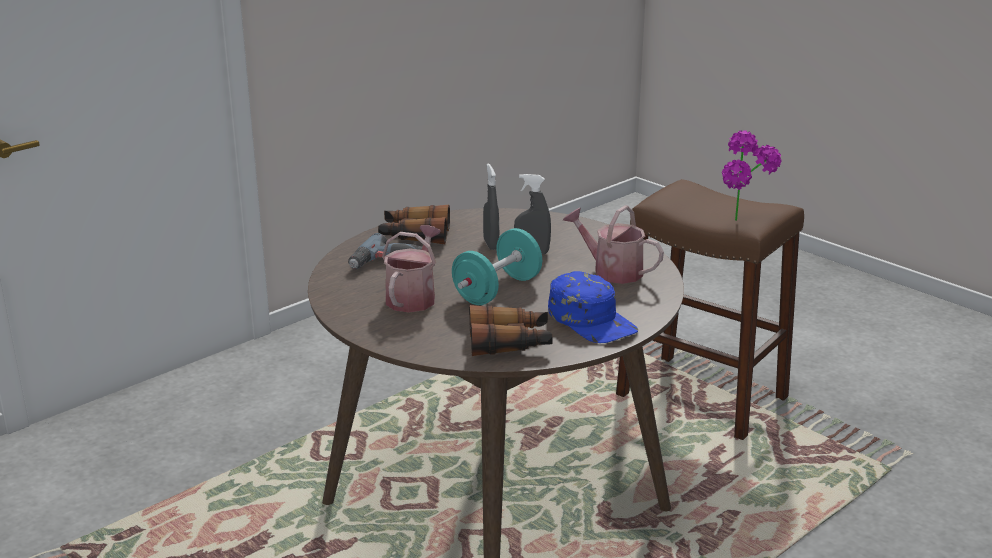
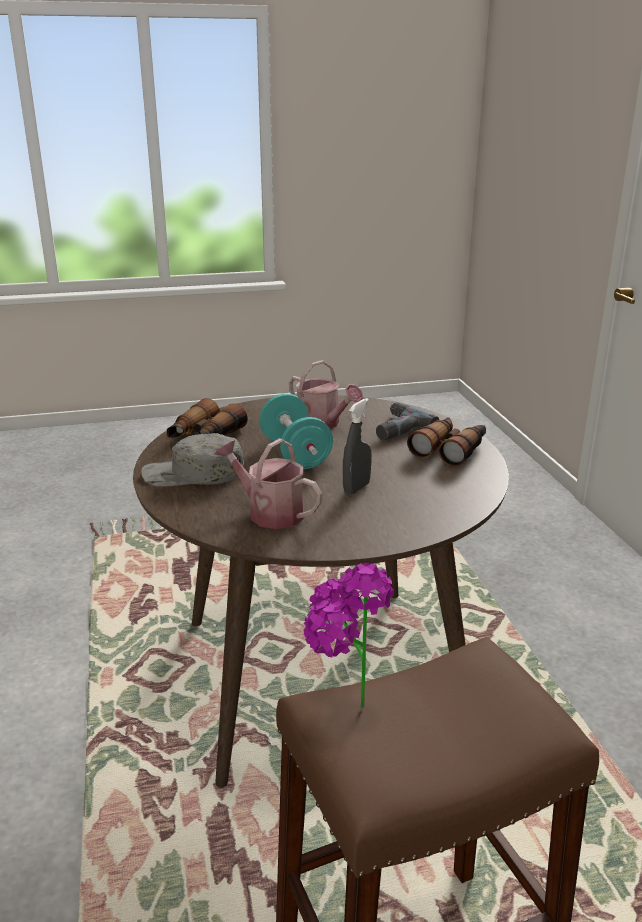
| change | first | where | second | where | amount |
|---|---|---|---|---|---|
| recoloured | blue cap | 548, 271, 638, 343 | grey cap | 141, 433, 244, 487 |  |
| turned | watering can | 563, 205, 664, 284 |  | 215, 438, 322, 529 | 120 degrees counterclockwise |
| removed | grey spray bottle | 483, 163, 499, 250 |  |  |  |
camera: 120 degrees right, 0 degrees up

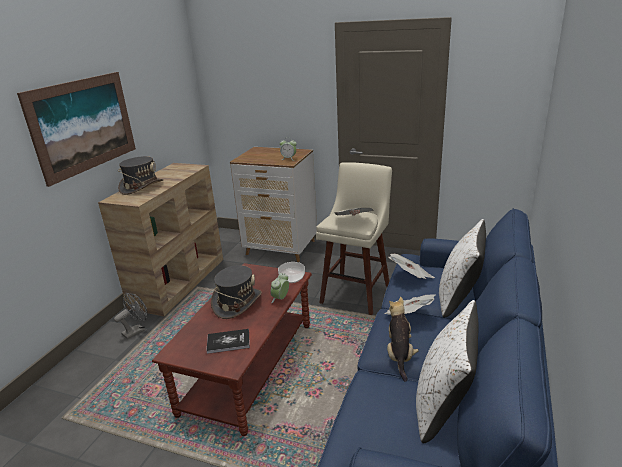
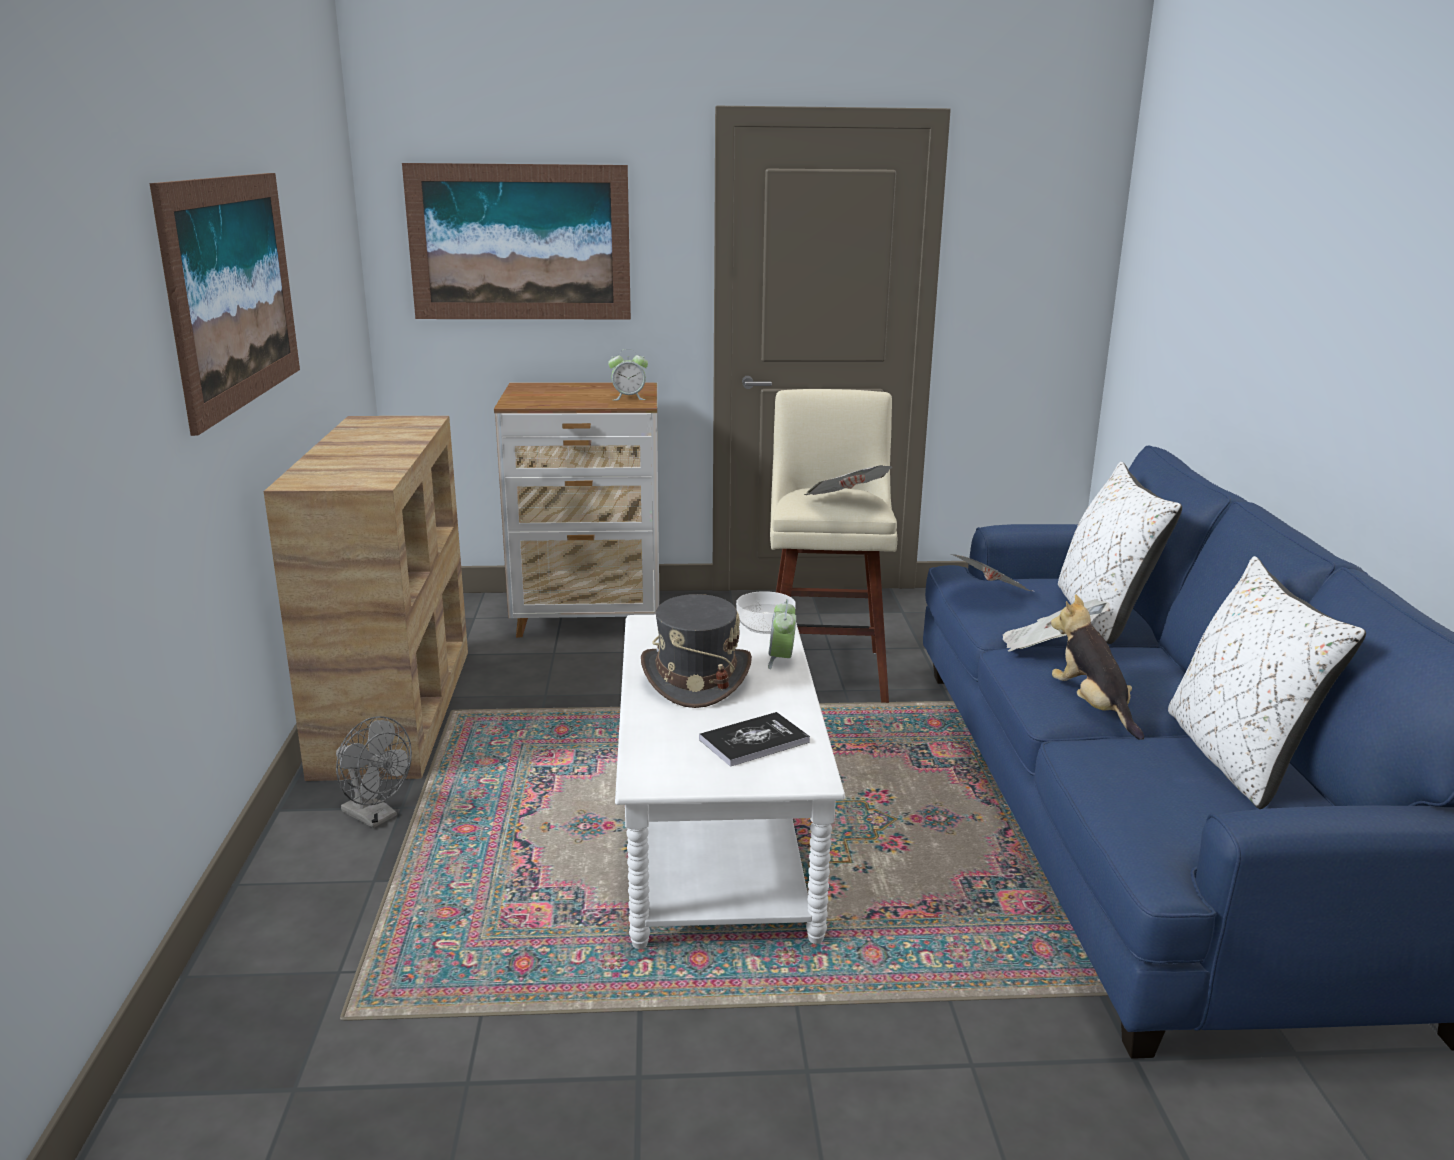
| change | first | where | second | where | amount |
|---|---|---|---|---|---|
| turned | grey fan | 114, 293, 147, 339 |  | 336, 716, 412, 828 | 105 degrees clockwise |
| added |  |  | picture | 402, 163, 631, 319 |  |
| recoloured | brown coffee table | 152, 263, 312, 436 | white coffee table | 615, 615, 845, 949 |  |
| removed | grey hat | 118, 156, 163, 195 |  |  |  |
camera: 25 degrees left, 5 degrees down

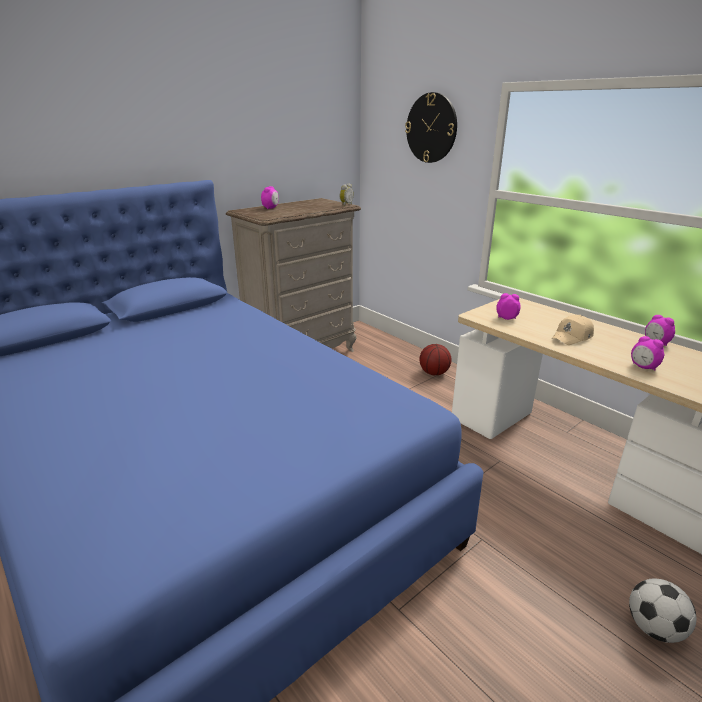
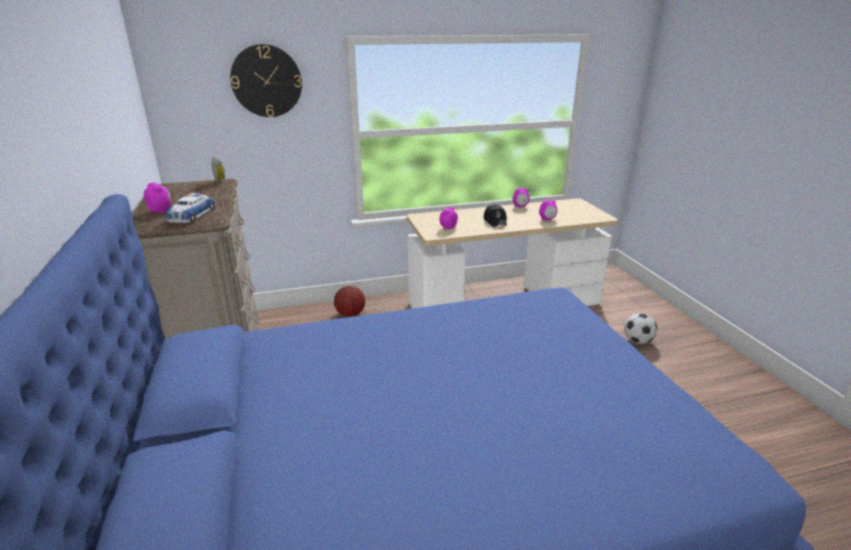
| change | first | where | second | where | amount |
|---|---|---|---|---|---|
| added |  |  | toy car | 165, 193, 216, 223 |  |
| recoloured | beige cap | 552, 315, 594, 345 | black cap | 484, 204, 507, 227 |  |
camera: 65 degrees left, 0 degrees up

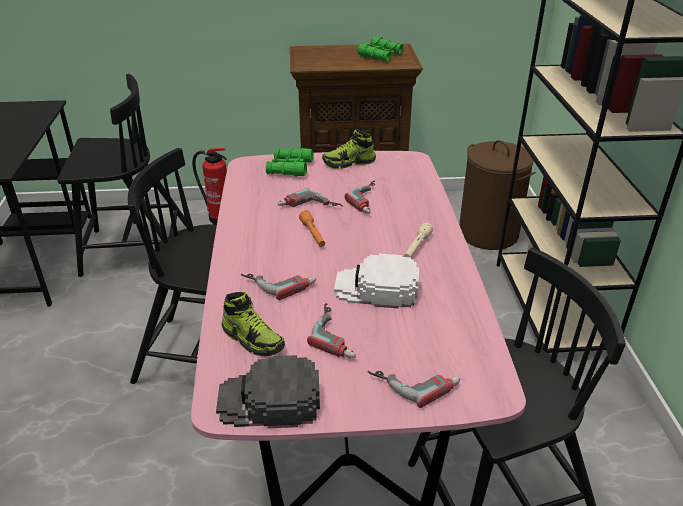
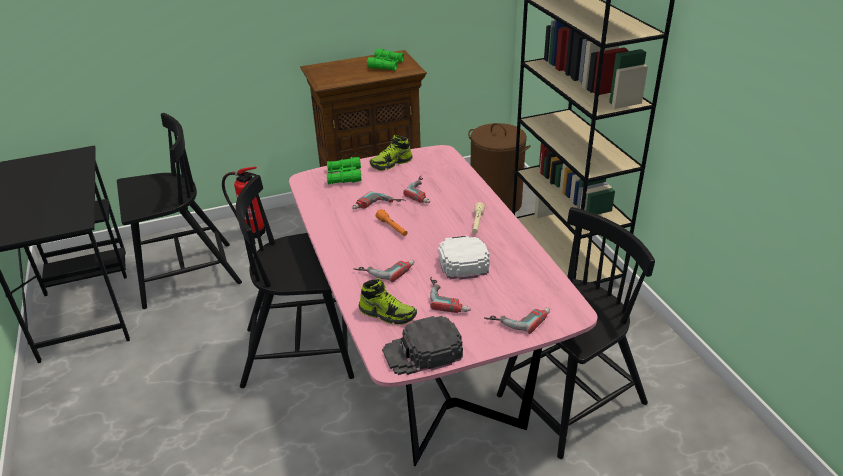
| change | first | where | second | where | amount |
|---|---|---|---|---|---|
| turned | white cap | 334, 254, 419, 308 |  | 438, 236, 490, 279 | 90 degrees clockwise |
camera: 15 degrees left, 0 degrees up

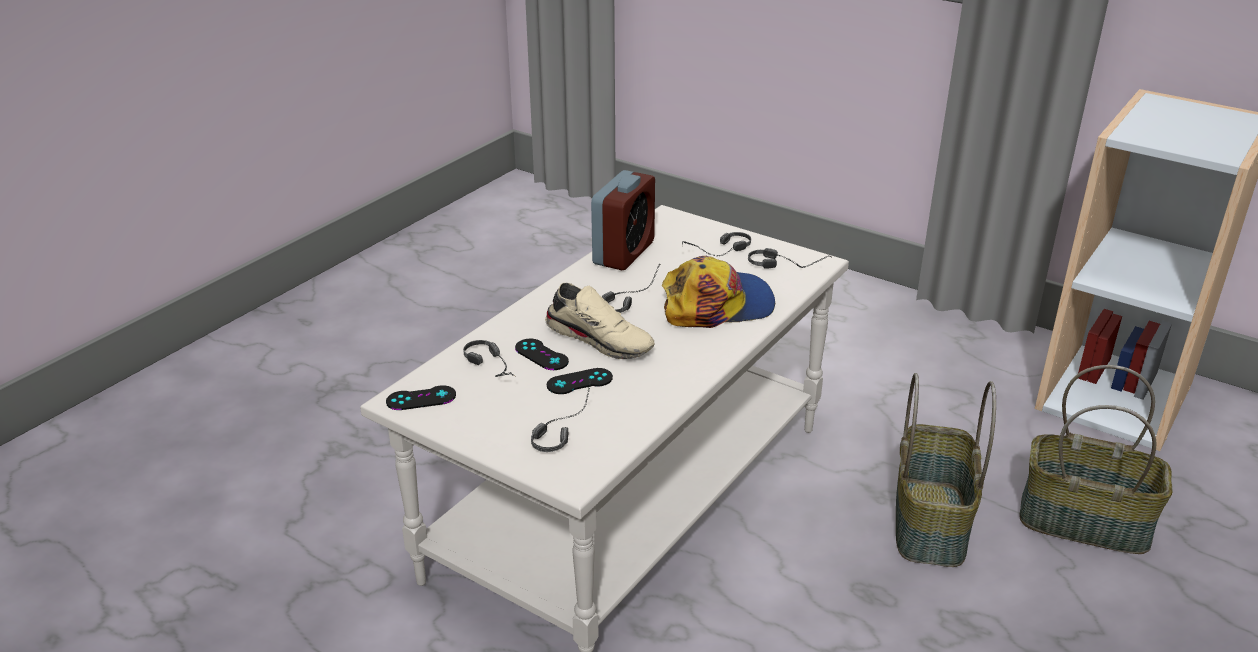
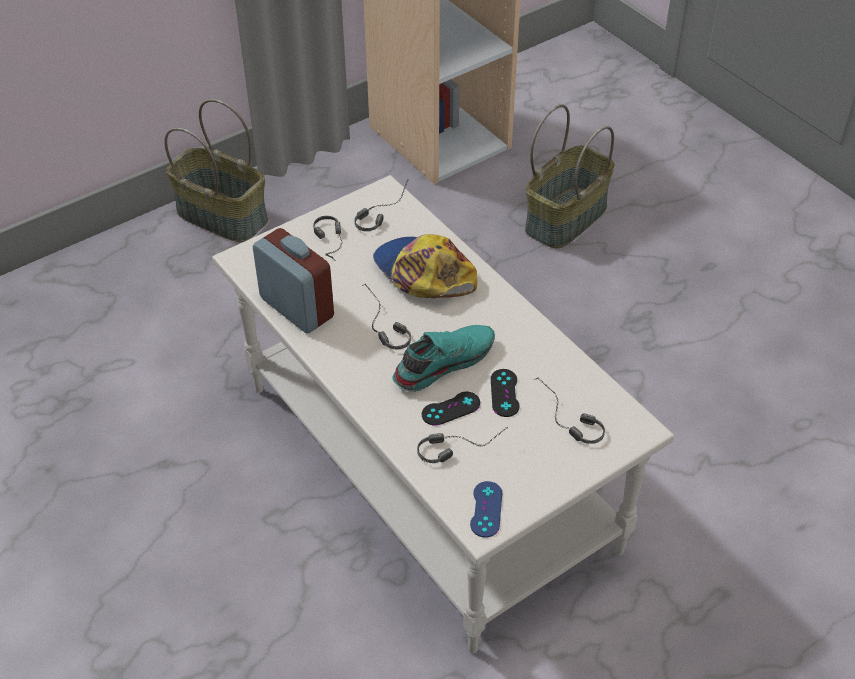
| change | first | where | second | where | amount |
|---|---|---|---|---|---|
| moved | basket | 896, 373, 996, 567 |  | 164, 99, 268, 243 |  |
| turned | cap | 662, 256, 775, 328 |  | 373, 234, 477, 298 | 45 degrees counterclockwise |
| recoloured | beige shoe | 545, 283, 655, 359 | turquoise shoe | 393, 325, 495, 392 |  |
| recoloured | black game controller | 386, 385, 456, 410 | blue game controller | 470, 481, 502, 538 |  |
camera: 70 degrees left, 15 degrees up

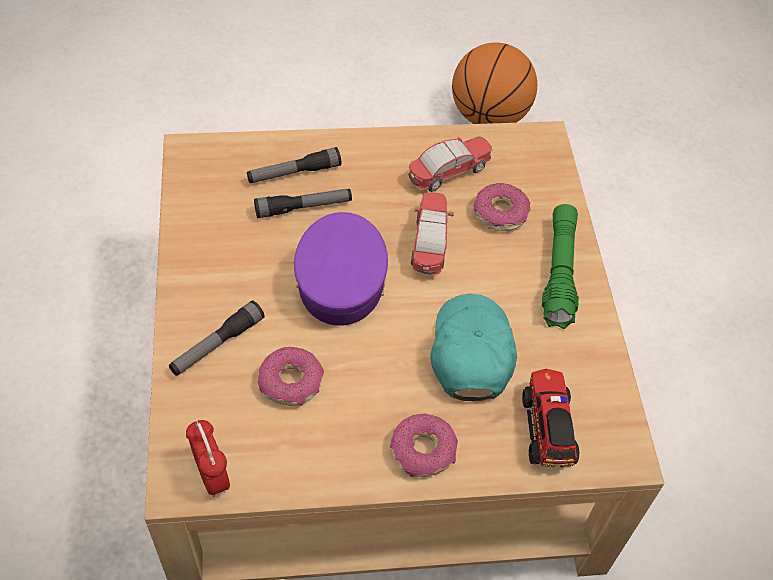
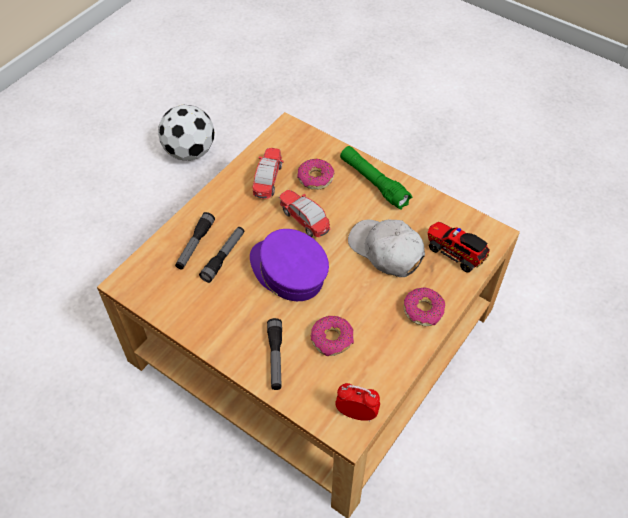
| change | first | where | second | where | amount |
|---|---|---|---|---|---|
| replaced | basketball | 452, 43, 537, 124 | football | 158, 104, 215, 161 |  |
| recoloured | turquoise cap | 430, 294, 517, 401 | white cap | 348, 219, 425, 277 |  |
camera: 45 degrees left, 0 degrees up

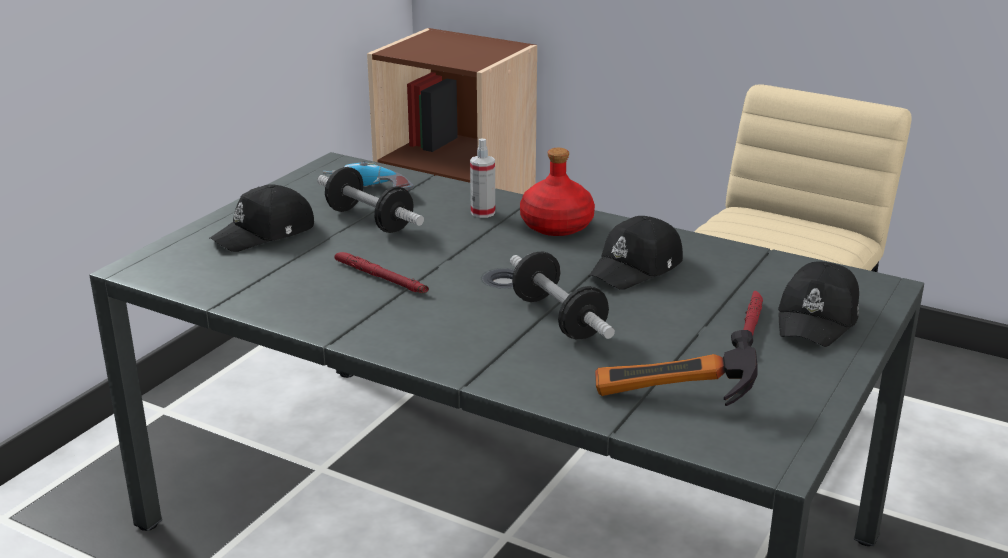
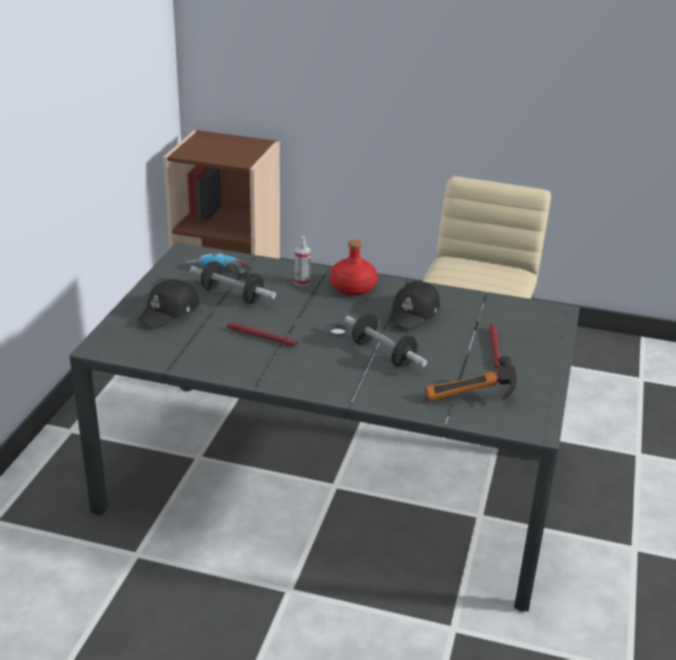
| change | first | where | second | where | amount |
|---|---|---|---|---|---|
| removed | black cap | 778, 262, 859, 347 |  |  |  |
camera: 15 degrees left, 5 degrees up

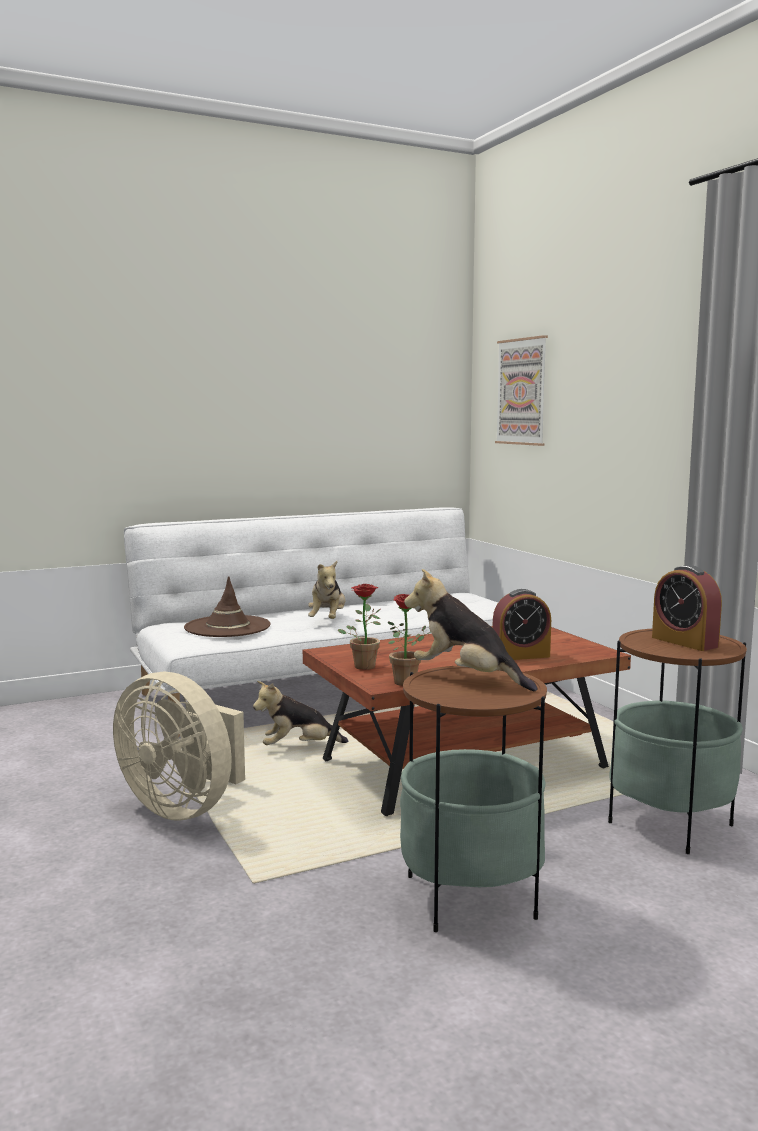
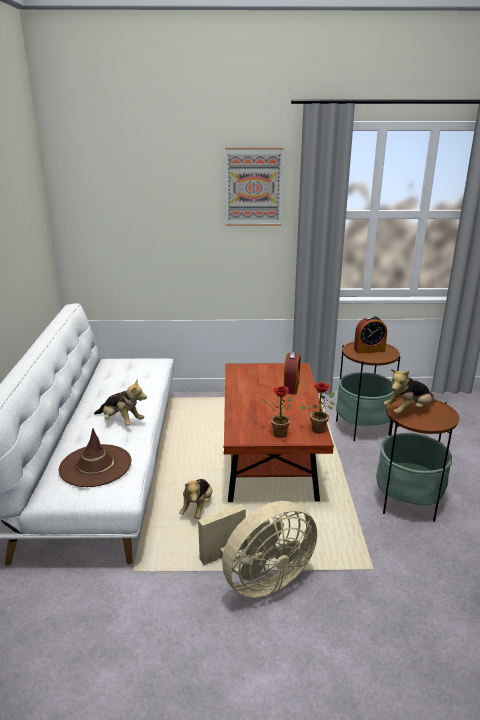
| change | first | where | second | where | amount |
|---|---|---|---|---|---|
| moved | picture | 495, 335, 548, 446 |  | 225, 147, 284, 226 |  |
camera: 65 degrees left, 15 degrees up

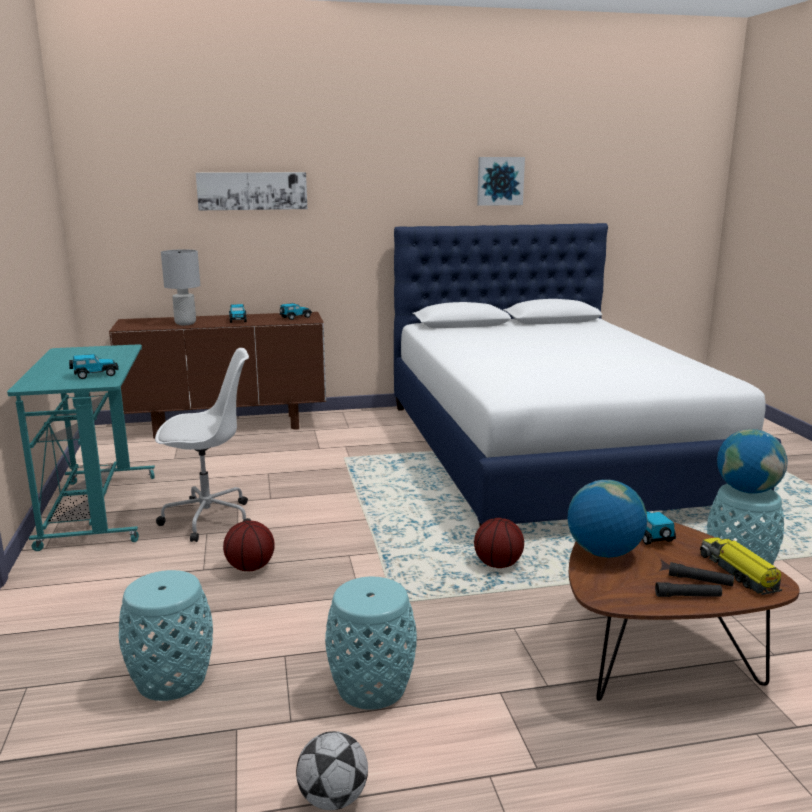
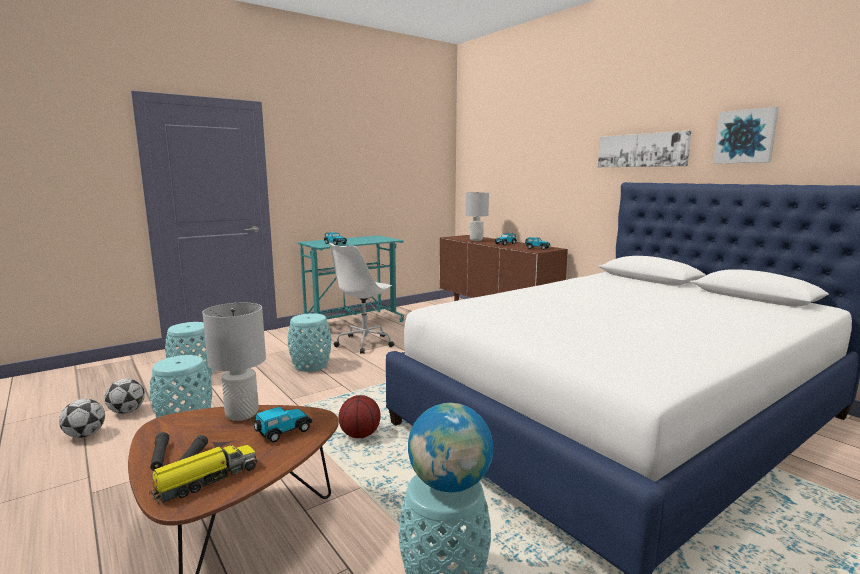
| change | first | where | second | where | amount |
|---|---|---|---|---|---|
| added |  |  | football | 104, 379, 145, 414 |  |
| replaced | globe | 568, 480, 647, 558 | grey table lamp | 202, 303, 266, 421 |  |
| replaced | basketball | 223, 521, 275, 571 | turquoise stool | 288, 313, 331, 372 |  |
| turned | white office chair | 155, 348, 252, 542 |  | 329, 243, 395, 354 | 75 degrees clockwise |
| moved | picture | 196, 172, 307, 210 |  | 598, 131, 692, 167 |  |
camera: 65 degrees right, 5 degrees down

